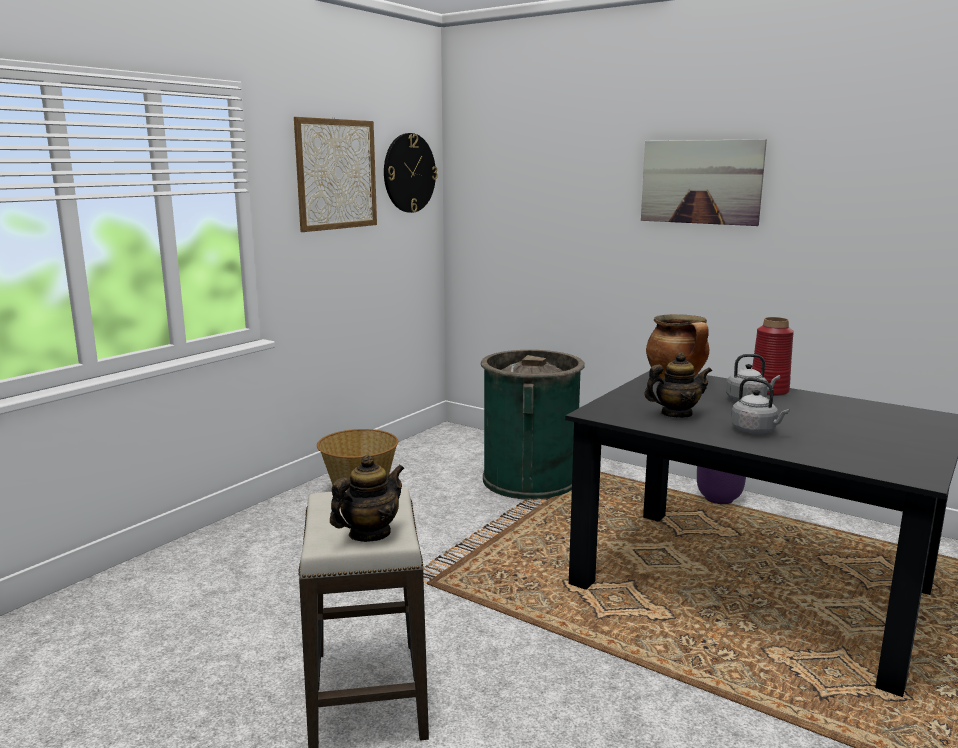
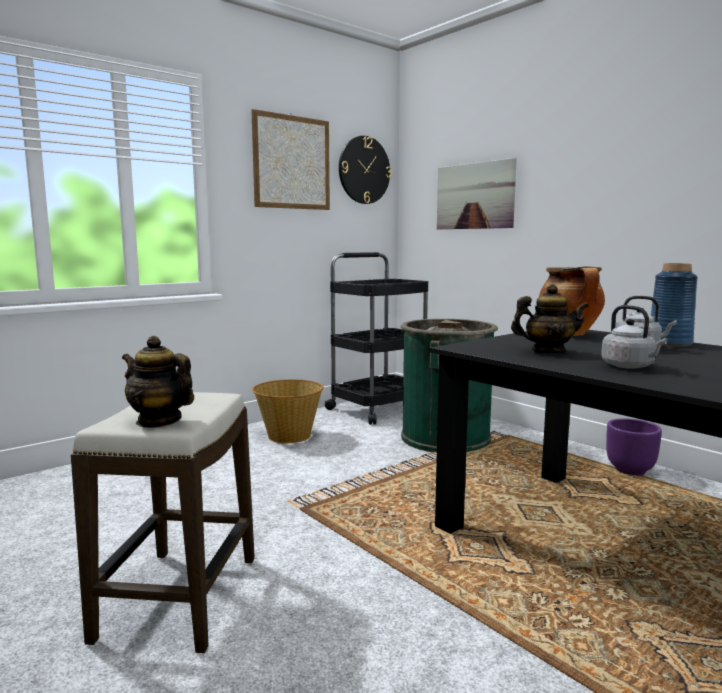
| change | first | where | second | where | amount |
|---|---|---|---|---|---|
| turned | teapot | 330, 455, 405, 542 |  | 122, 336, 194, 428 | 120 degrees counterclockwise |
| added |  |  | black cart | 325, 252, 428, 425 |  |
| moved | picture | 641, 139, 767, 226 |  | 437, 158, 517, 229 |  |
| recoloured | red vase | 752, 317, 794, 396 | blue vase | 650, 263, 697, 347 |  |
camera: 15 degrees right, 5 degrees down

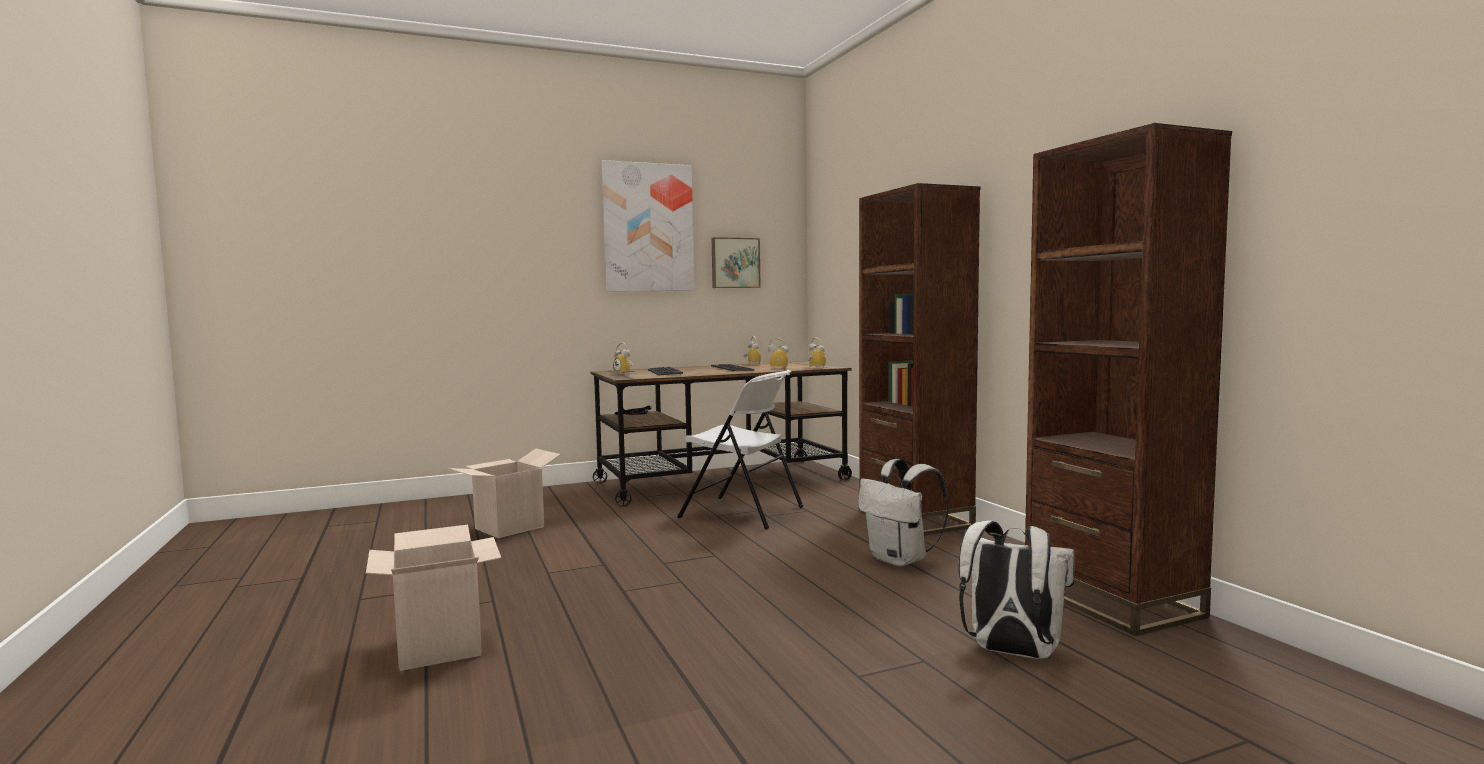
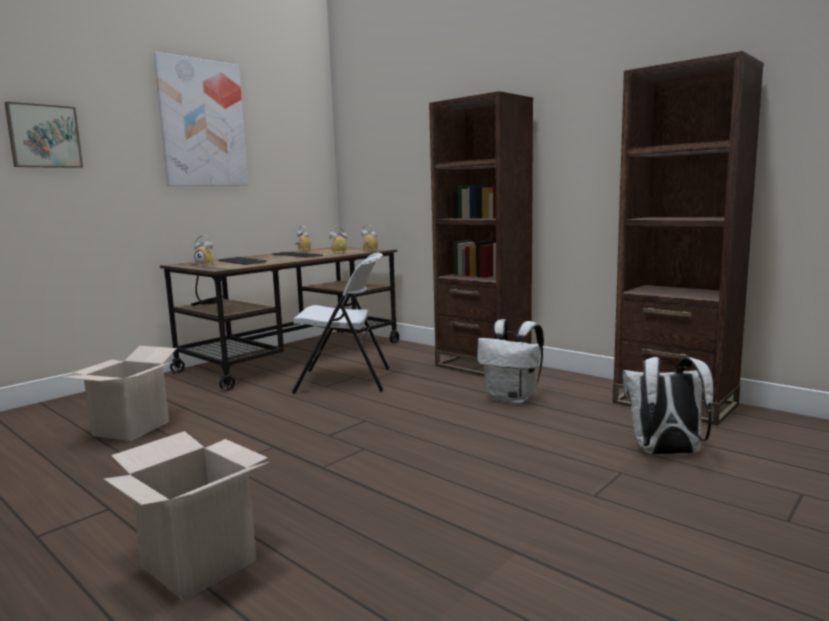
| change | first | where | second | where | amount |
|---|---|---|---|---|---|
| moved | picture | 712, 237, 761, 288 |  | 4, 102, 83, 168 |  |
camera: 25 degrees left, 5 degrees up

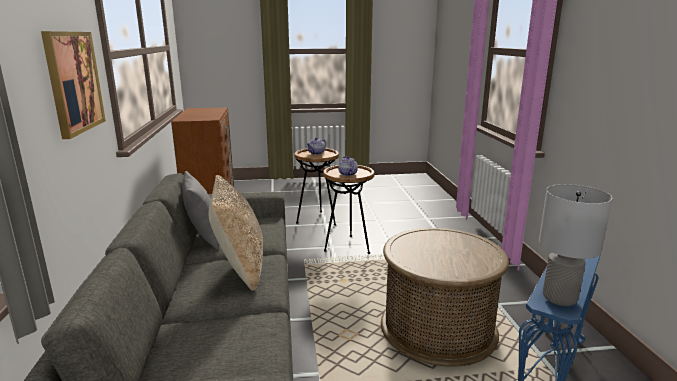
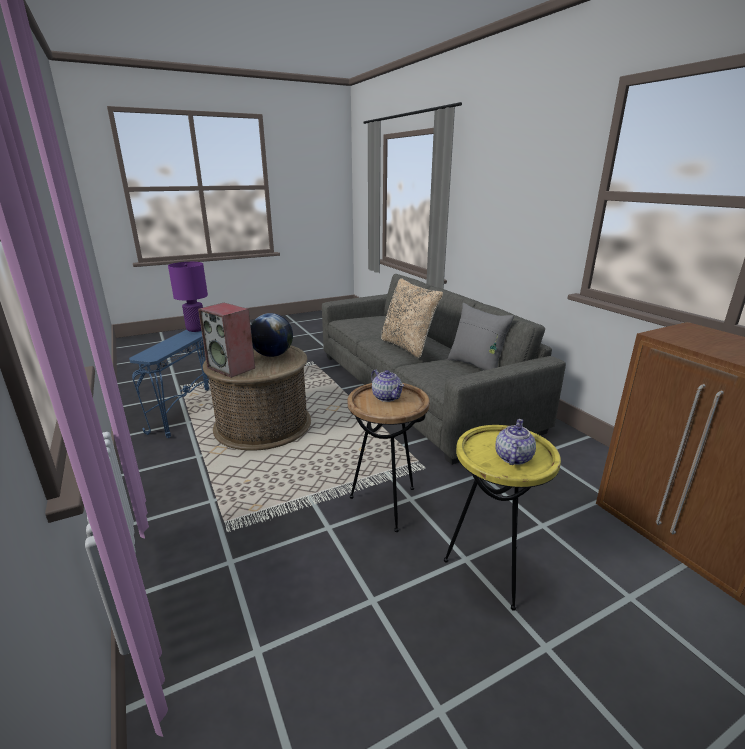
| change | first | where | second | where | amount |
|---|---|---|---|---|---|
| recoloured | grey table lamp | 539, 184, 613, 306 | purple table lamp | 168, 262, 208, 332 |  |
| added |  |  | speaker | 198, 303, 255, 378 |  |
| added |  |  | globe | 251, 313, 293, 357 |  |
| recoloured | brown side table | 294, 148, 339, 225 | yellow side table | 444, 425, 561, 611 |  |
| removed | picture | 41, 31, 106, 139 |  |  |  |
camera: 160 degrees right, 5 degrees up

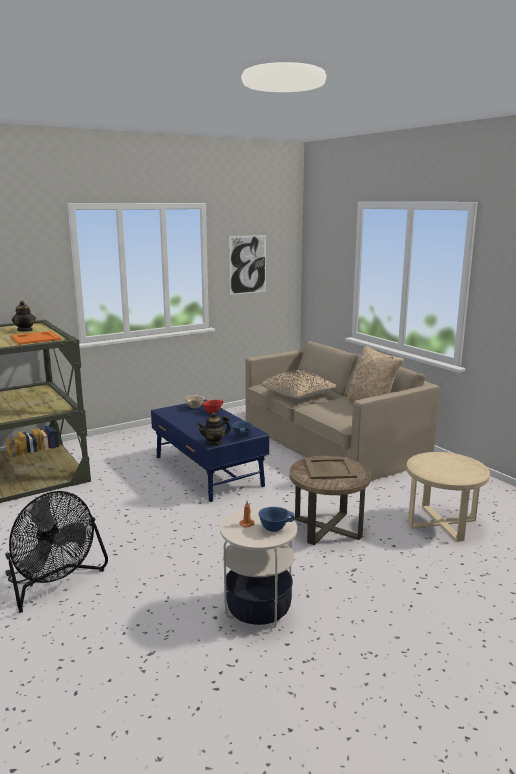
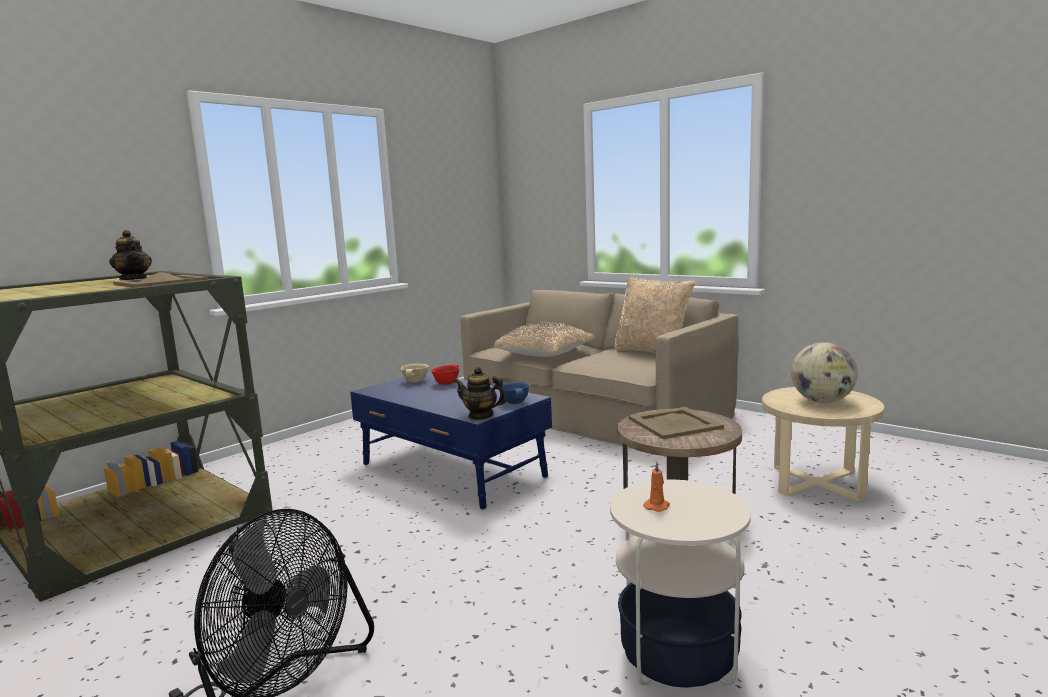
| change | first | where | second | where | amount |
|---|---|---|---|---|---|
| recoloured | orange tray | 11, 331, 61, 345 | beige tray | 113, 272, 209, 288 |  |
| turned | teapot | 197, 412, 231, 446 |  | 454, 367, 507, 420 | 60 degrees clockwise |
| added |  |  | globe | 791, 342, 858, 403 |  |
| removed | picture | 229, 235, 266, 295 |  |  |  |
| removed | blue bowl | 259, 507, 295, 532 |  |  |  |
camera: 15 degrees left, 5 degrees down

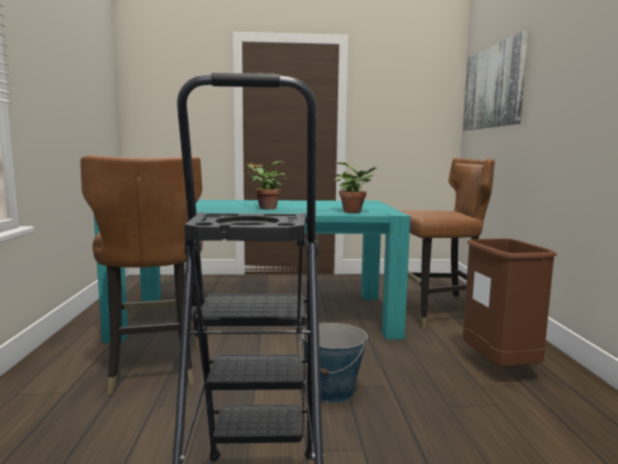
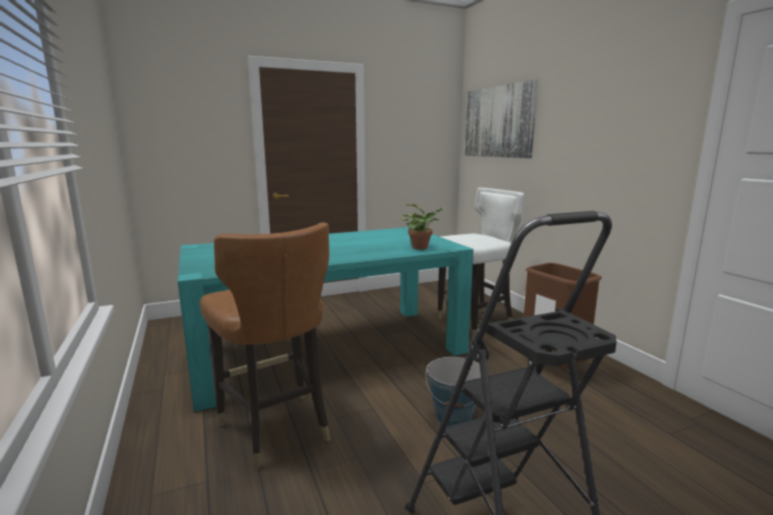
| change | first | where | second | where | amount |
|---|---|---|---|---|---|
| recoloured | brown chair | 399, 158, 495, 329 | white chair | 438, 188, 524, 338 |  |
| removed | potted plant | 246, 161, 287, 210 |  |  |  |
camera: 20 degrees left, 5 degrees up

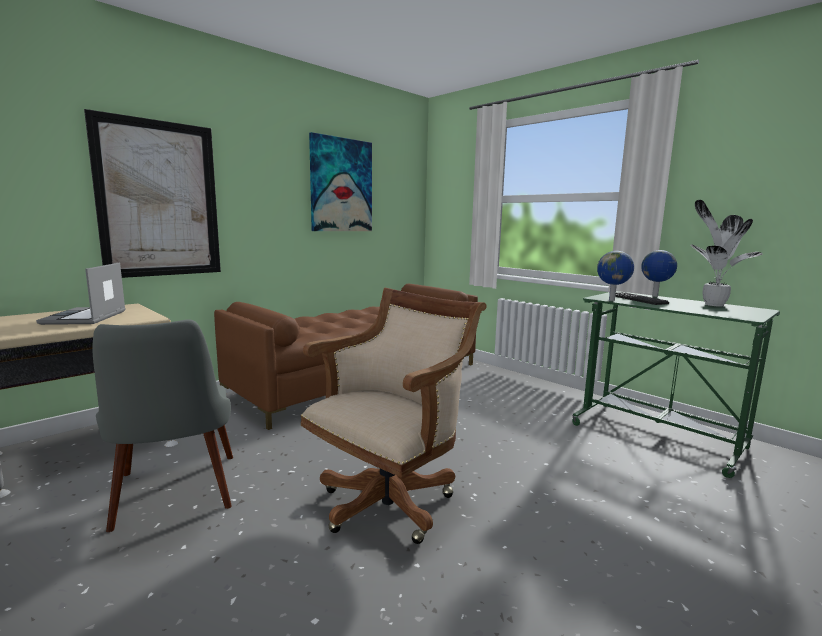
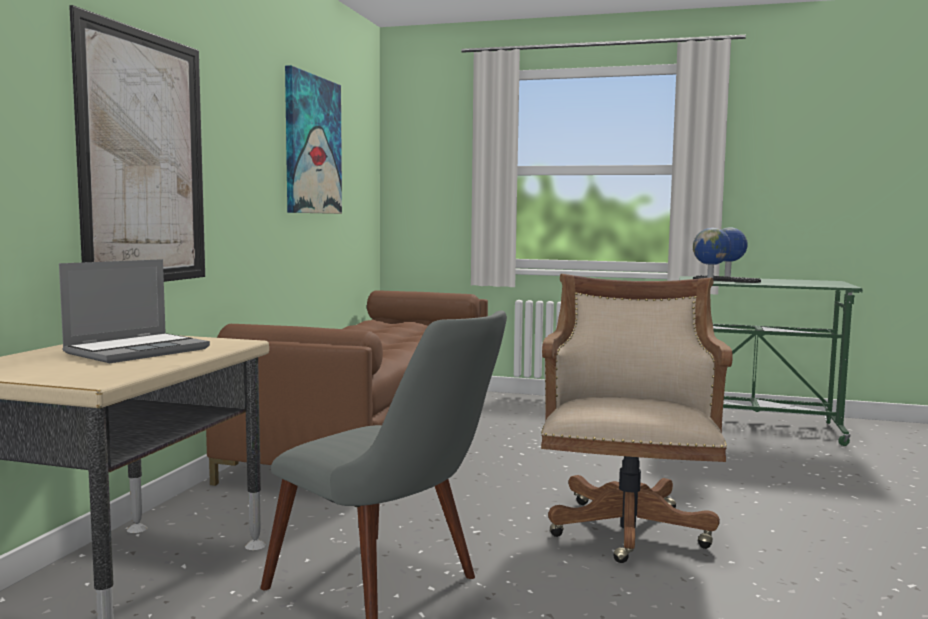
| change | first | where | second | where | amount |
|---|---|---|---|---|---|
| turned | laptop | 36, 263, 126, 325 |  | 59, 259, 210, 363 | 105 degrees counterclockwise |
| removed | potted plant | 691, 200, 762, 306 |  |  |  |
camera: 30 degrees left, 5 degrees down

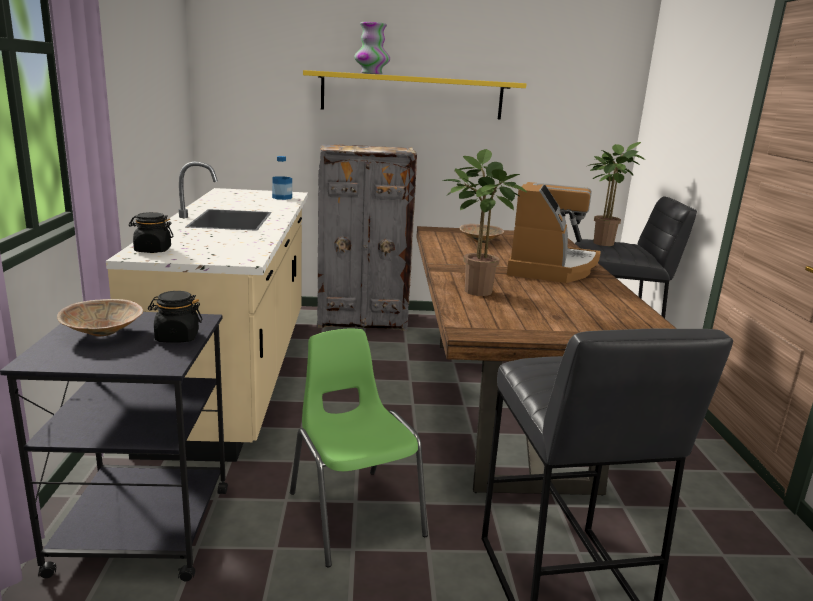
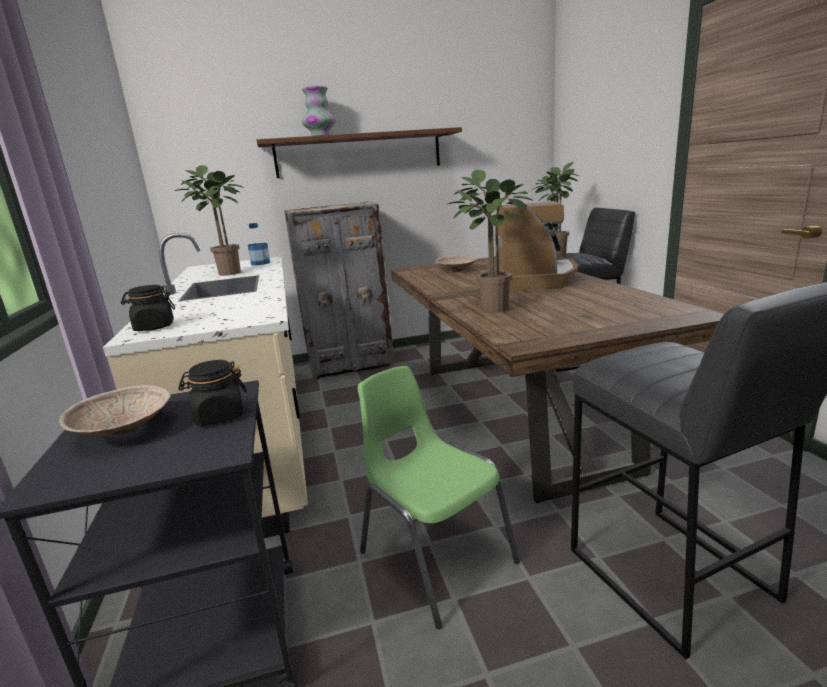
| change | first | where | second | where | amount |
|---|---|---|---|---|---|
| added |  |  | potted plant | 175, 165, 244, 276 |  |
| recoloured | yellow shelf | 303, 70, 526, 119 | brown shelf | 257, 127, 462, 178 |  |
camera: 10 degrees left, 0 degrees up

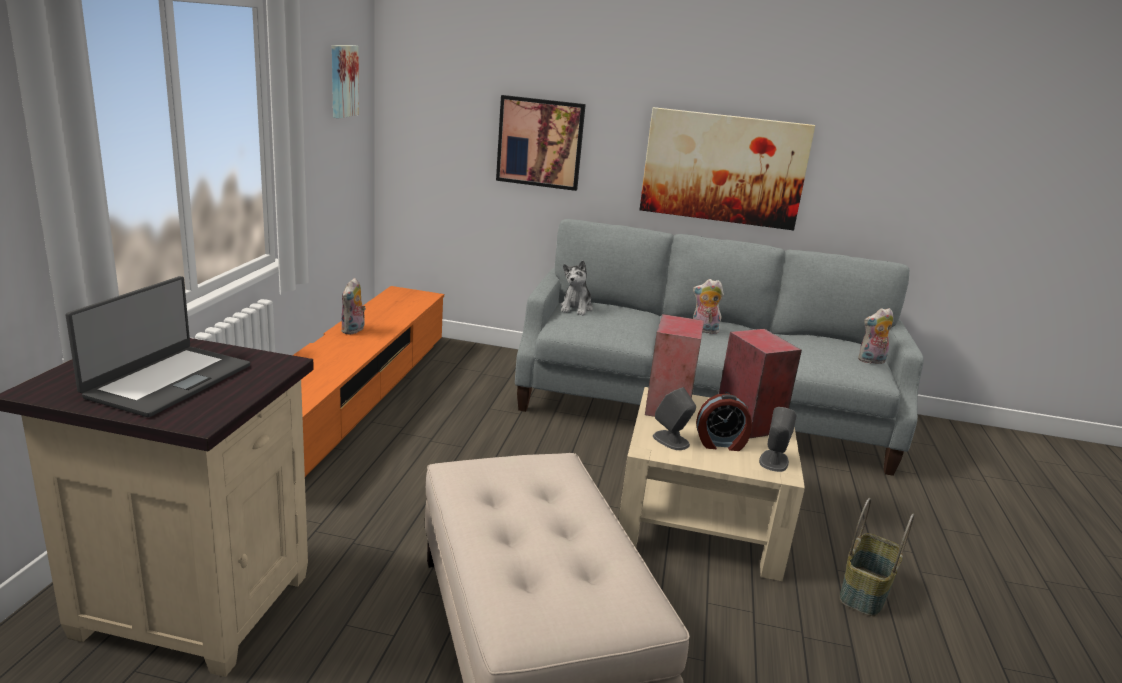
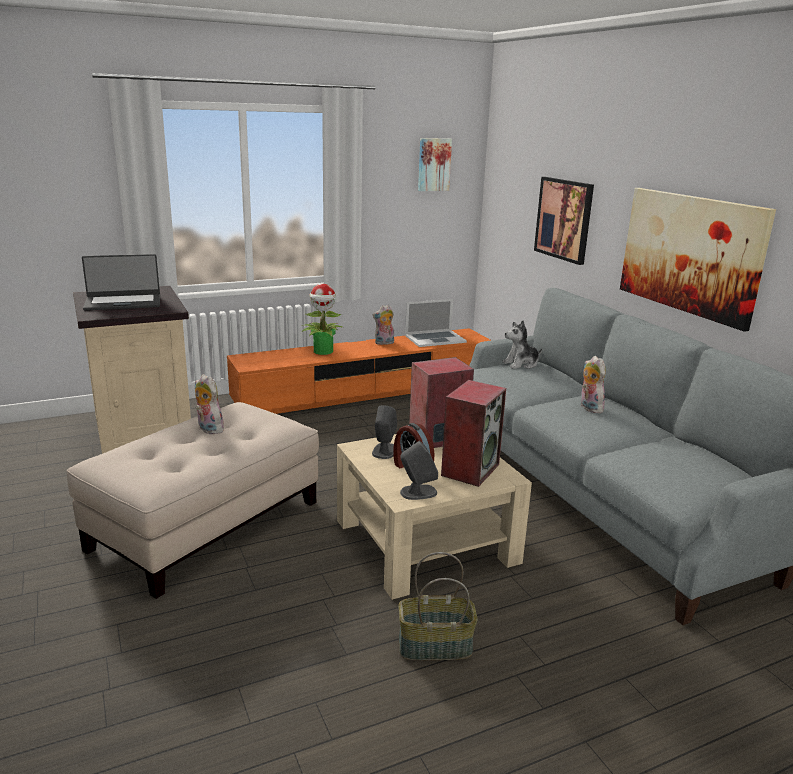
| change | first | where | second | where | amount |
|---|---|---|---|---|---|
| moved | plush toy | 858, 308, 893, 364 |  | 195, 374, 226, 434 |  |
| added |  |  | potted plant | 302, 284, 343, 355 |  |
| added |  |  | laptop | 405, 299, 467, 347 |  |
camera: 55 degrees right, 0 degrees up

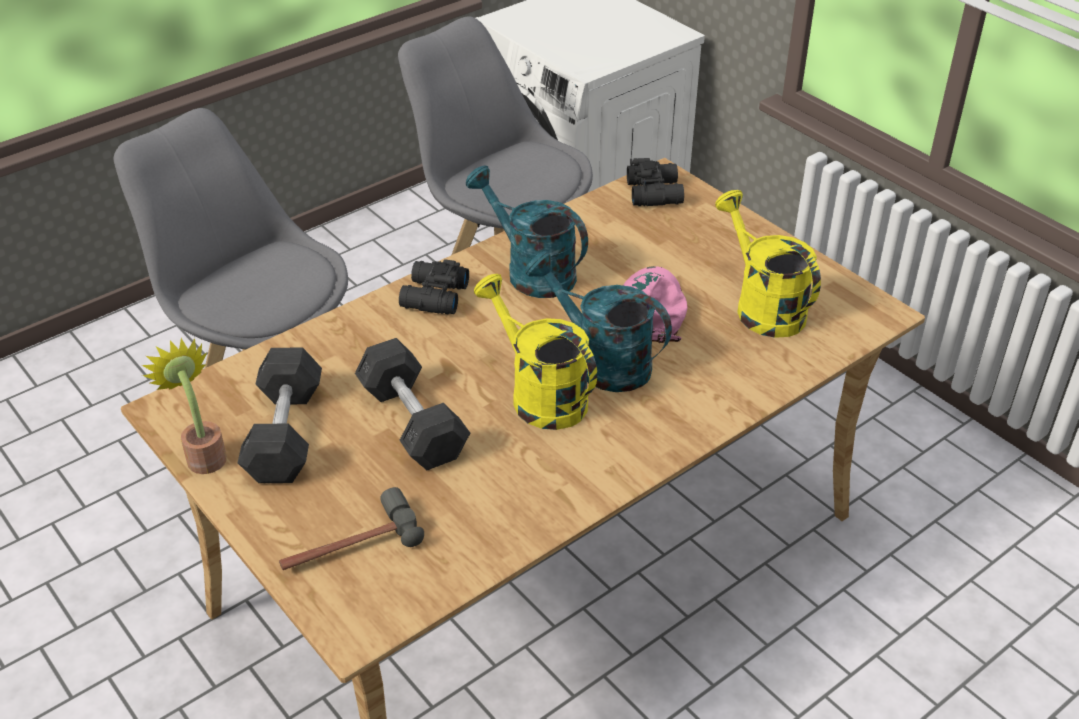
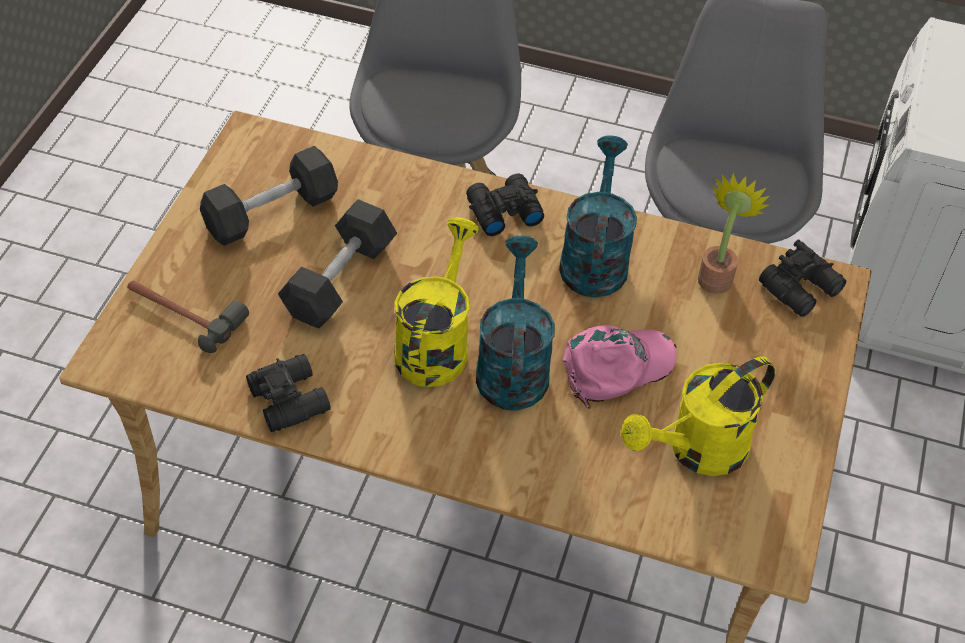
| change | first | where | second | where | amount |
|---|---|---|---|---|---|
| added |  |  | black binoculars | 246, 354, 331, 432 |  |
| turned | yellow watering can | 715, 190, 821, 338 |  | 621, 357, 775, 476 | 150 degrees counterclockwise |
| moved | potted plant | 142, 338, 227, 474 |  | 698, 173, 769, 294 |  |
camera: 55 degrees right, 10 degrees up

